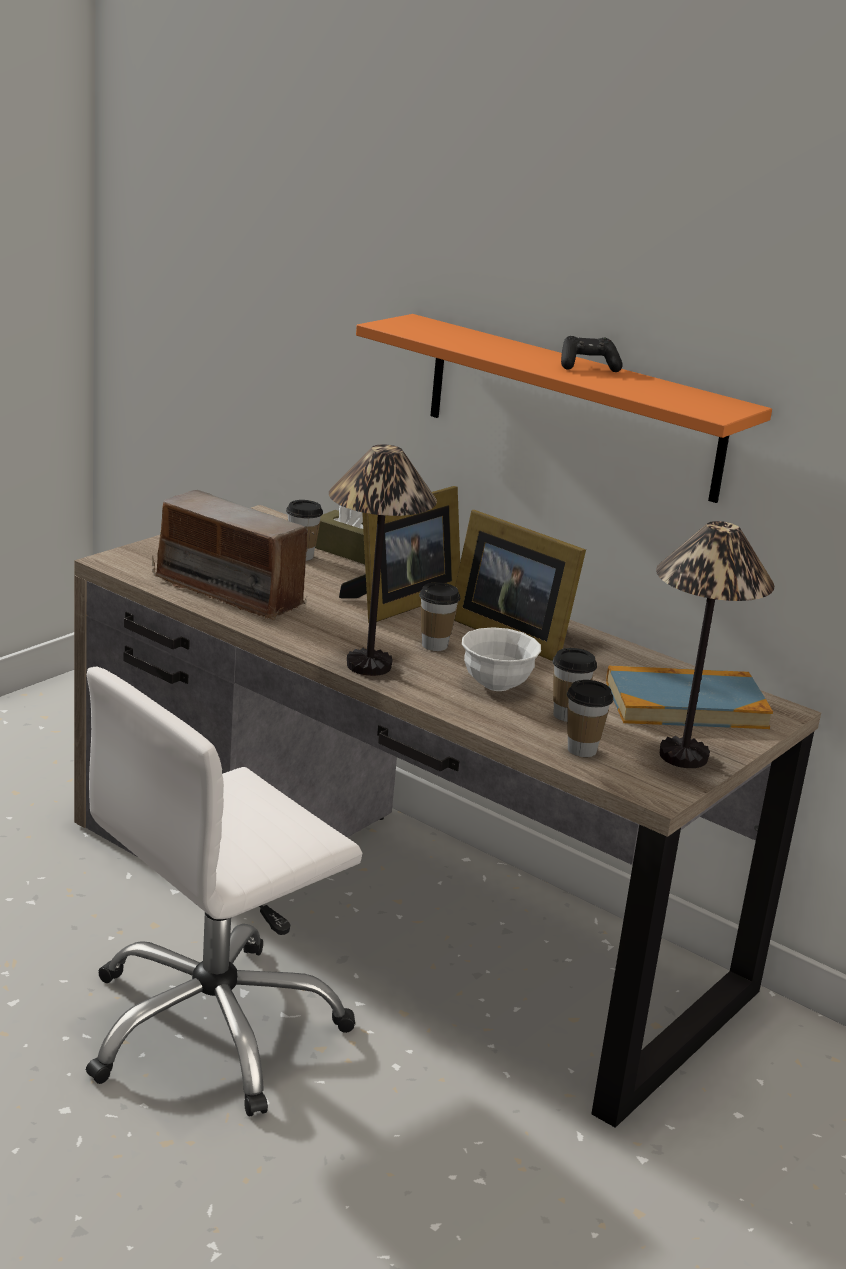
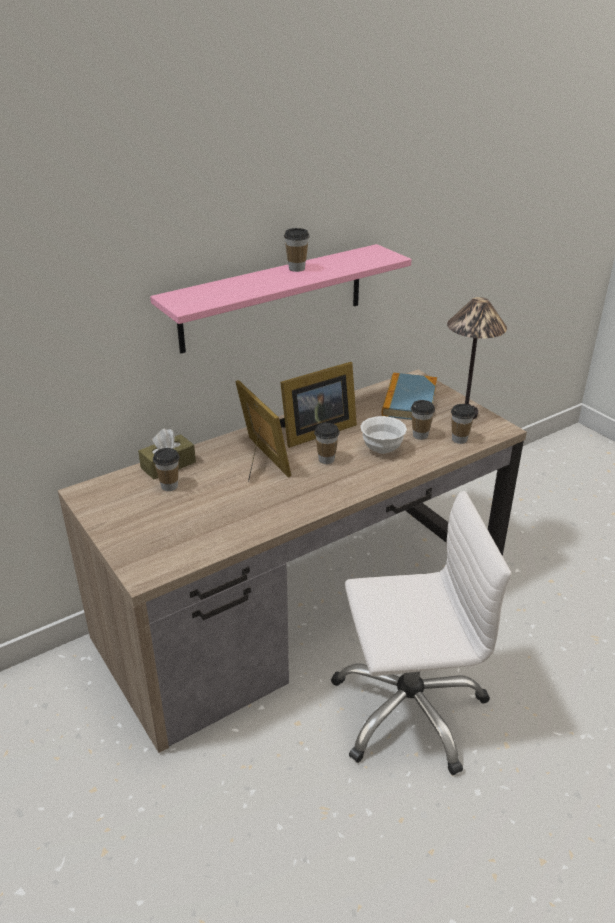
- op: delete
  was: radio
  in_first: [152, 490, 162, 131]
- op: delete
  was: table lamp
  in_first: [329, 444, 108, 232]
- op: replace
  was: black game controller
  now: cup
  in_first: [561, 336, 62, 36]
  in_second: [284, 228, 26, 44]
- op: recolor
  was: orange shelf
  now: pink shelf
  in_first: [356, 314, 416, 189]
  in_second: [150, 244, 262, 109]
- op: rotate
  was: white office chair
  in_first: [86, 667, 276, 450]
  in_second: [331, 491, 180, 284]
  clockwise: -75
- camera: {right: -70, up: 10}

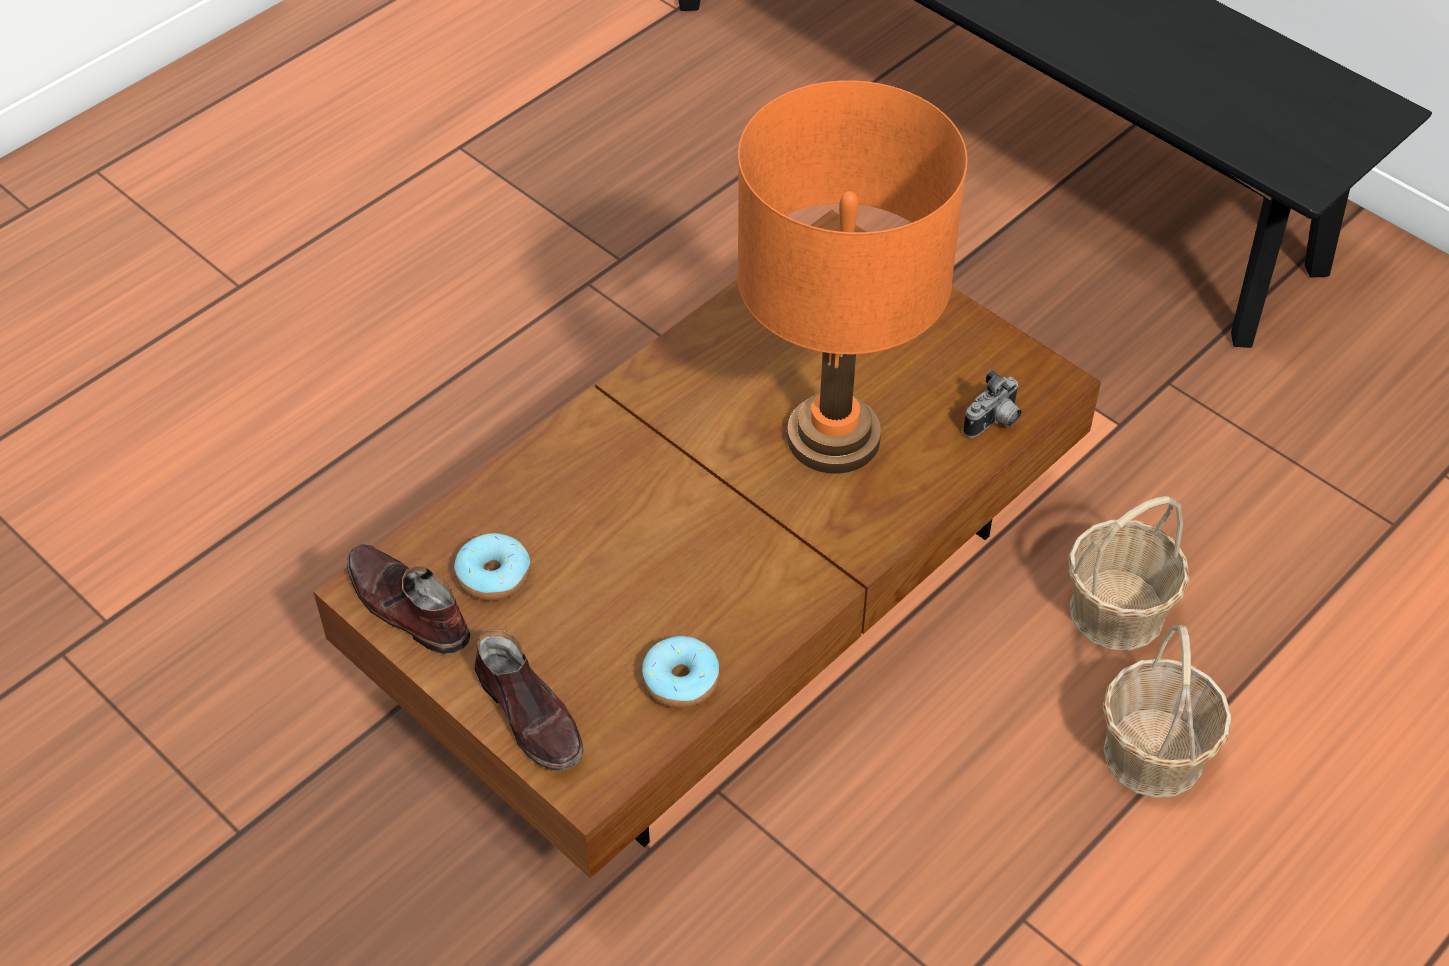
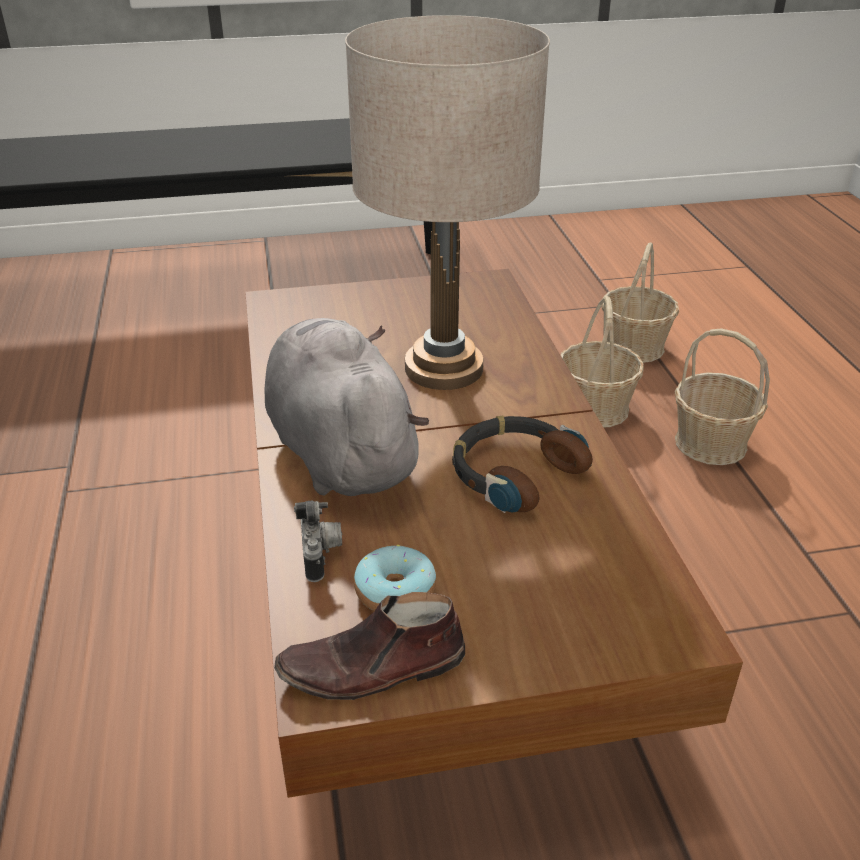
- op: delete
  was: brown shoe
  in_first: [475, 629, 108, 142]
- op: delete
  was: donut
  in_first: [642, 636, 78, 72]
- op: insert
  now: grey plush toy
  in_second: [265, 318, 164, 178]
- op: insert
  now: headphones
  in_second: [452, 416, 141, 97]
- op: insert
  now: basket
  in_second: [602, 243, 77, 120]
- op: move
  was: photo camera
  in_first: [963, 370, 58, 68]
  in_second: [294, 501, 48, 81]
- op: recolor
  was: orange table lamp
  now: beige table lamp
  in_first: [737, 80, 231, 394]
  in_second: [345, 15, 205, 375]
- camera: {right: -55, up: -15}

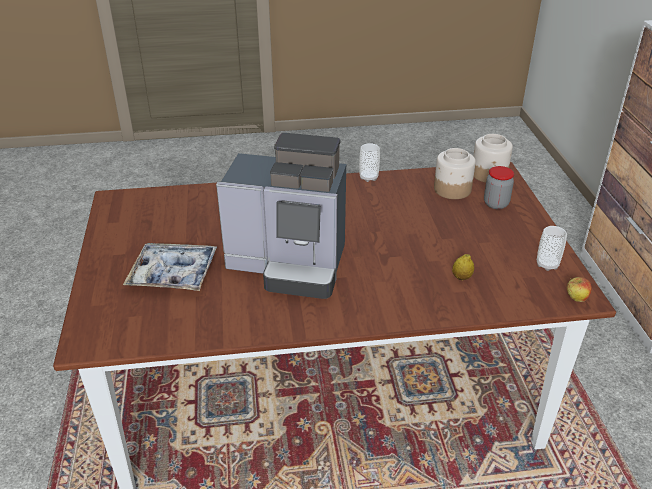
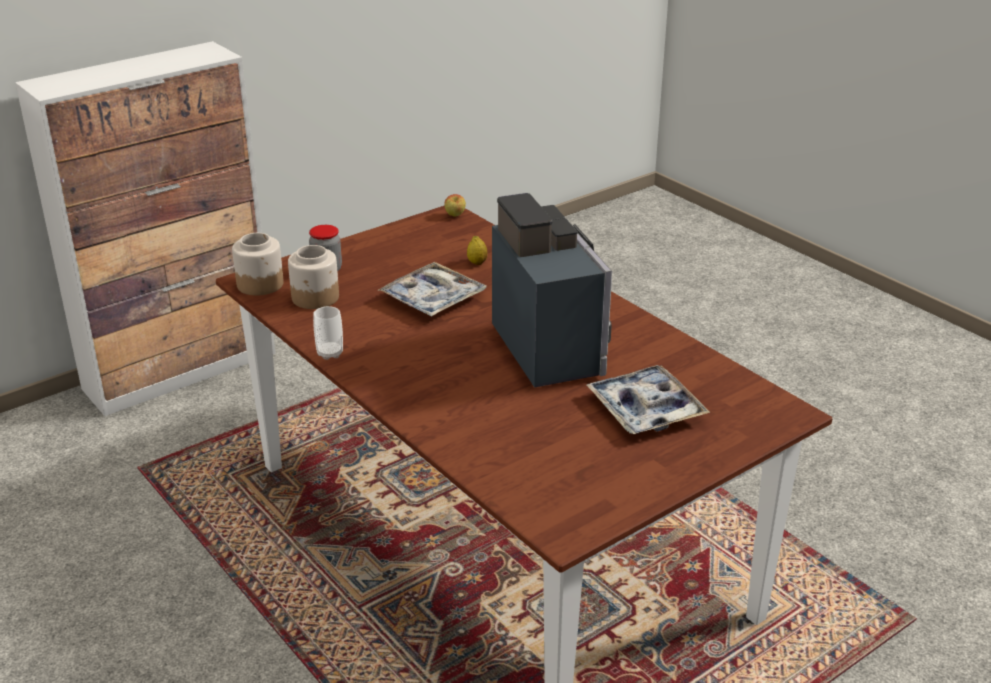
- op: delete
  was: cup
  in_first: [537, 226, 30, 45]
- op: insert
  now: tray
  in_second: [378, 262, 108, 55]
- camera: {right: -120, up: -5}

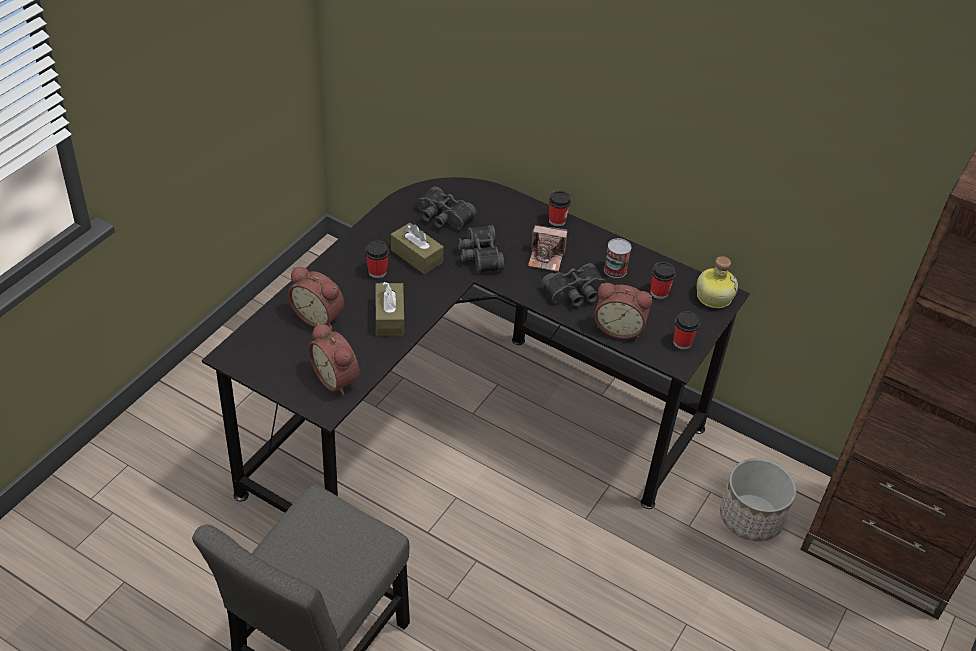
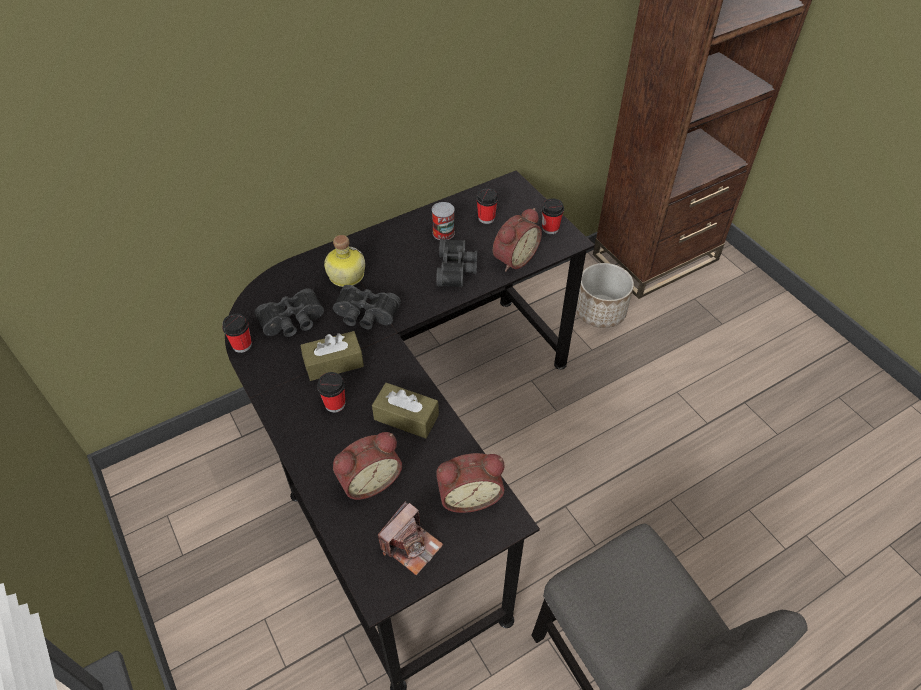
- op: move
  was: photo camera
  in_first: [528, 225, 40, 47]
  in_second: [378, 501, 65, 74]
- op: move
  was: cup
  in_first: [549, 190, 22, 36]
  in_second: [222, 314, 30, 39]
- op: move
  was: bottle
  in_first: [697, 256, 41, 52]
  in_second: [324, 235, 41, 52]
- camera: {right: -60, up: 5}

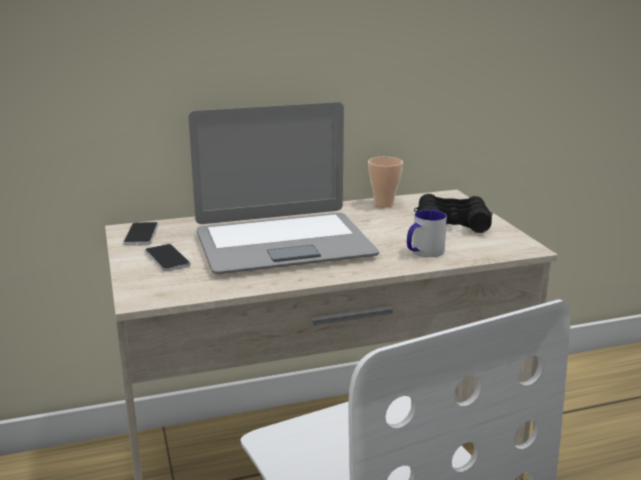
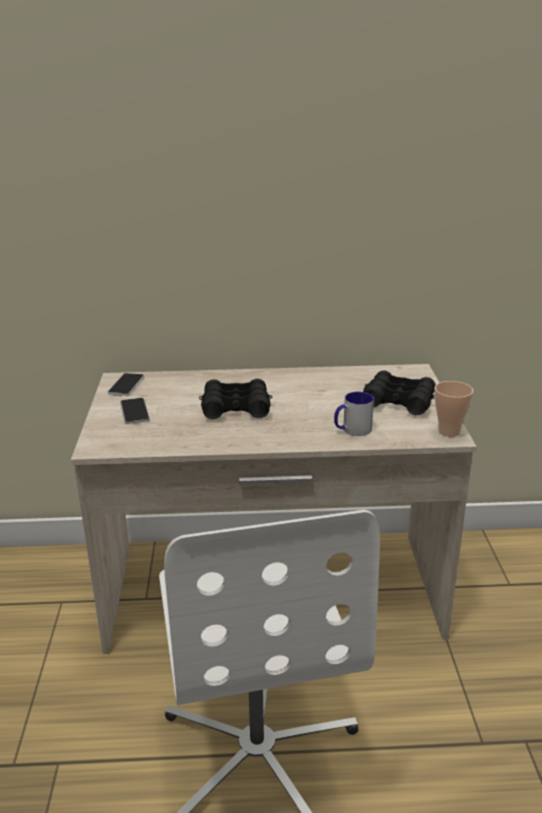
- op: move
  was: cup
  in_first: [368, 157, 35, 50]
  in_second: [434, 381, 40, 56]
- op: replace
  was: laptop
  now: black binoculars
  in_first: [189, 102, 190, 172]
  in_second: [199, 379, 73, 40]
- camera: {right: 15, up: 5}

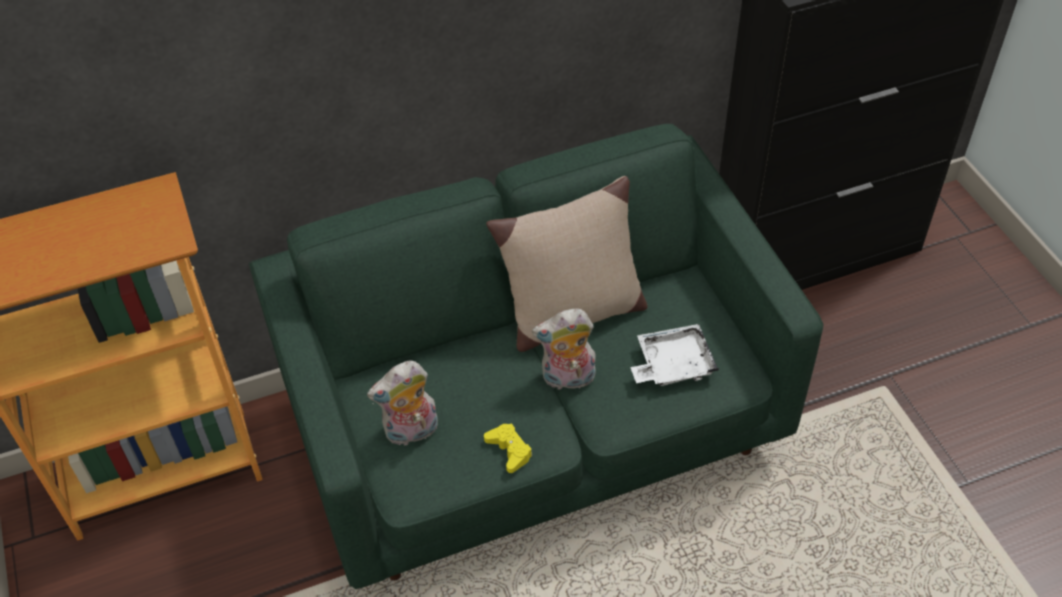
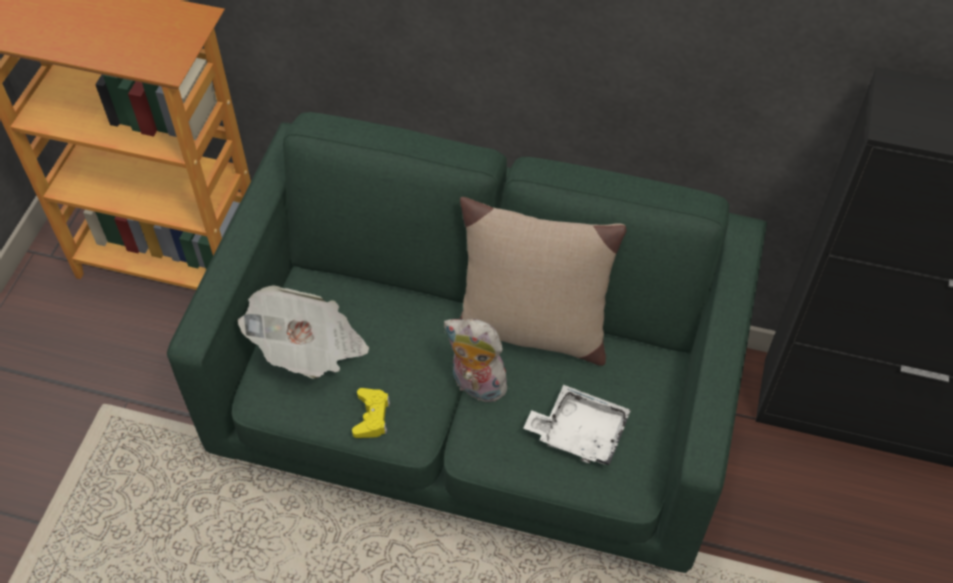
- op: replace
  was: plush toy
  now: newspaper
  in_first: [367, 361, 71, 85]
  in_second: [238, 285, 131, 94]
- camera: {right: 35, up: 5}

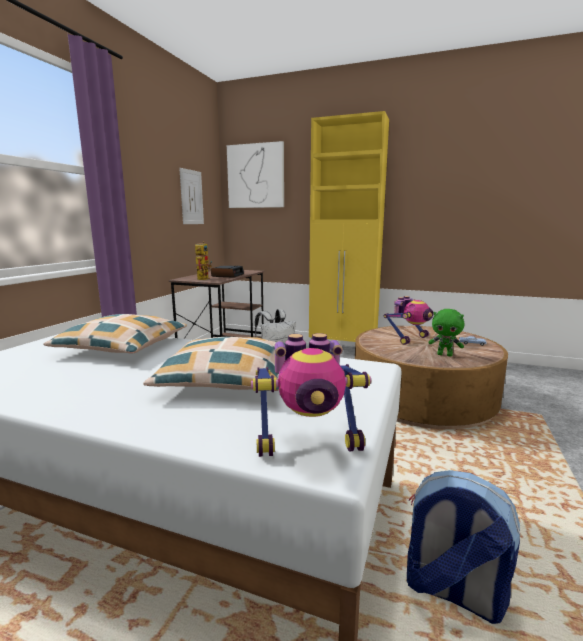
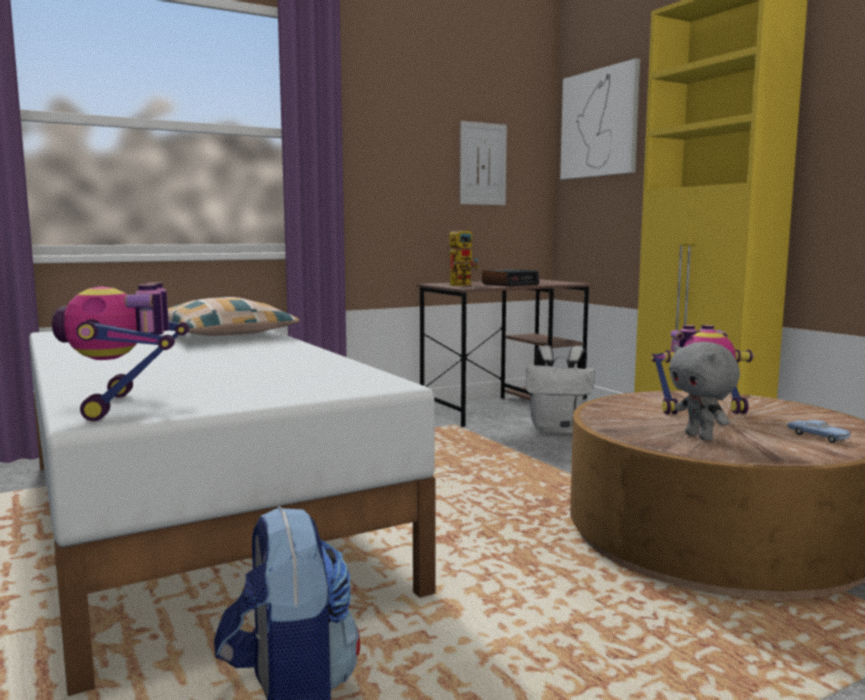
- op: delete
  was: pillow
  in_first: [143, 337, 142, 54]
- op: recolor
  was: green plush toy
  now: grey plush toy
  in_first: [428, 309, 37, 48]
  in_second: [669, 342, 71, 99]
- op: rotate
  was: toy robot
  in_first: [251, 333, 120, 124]
  in_second: [52, 282, 137, 139]
  clockwise: 45
- camera: {right: 40, up: -5}

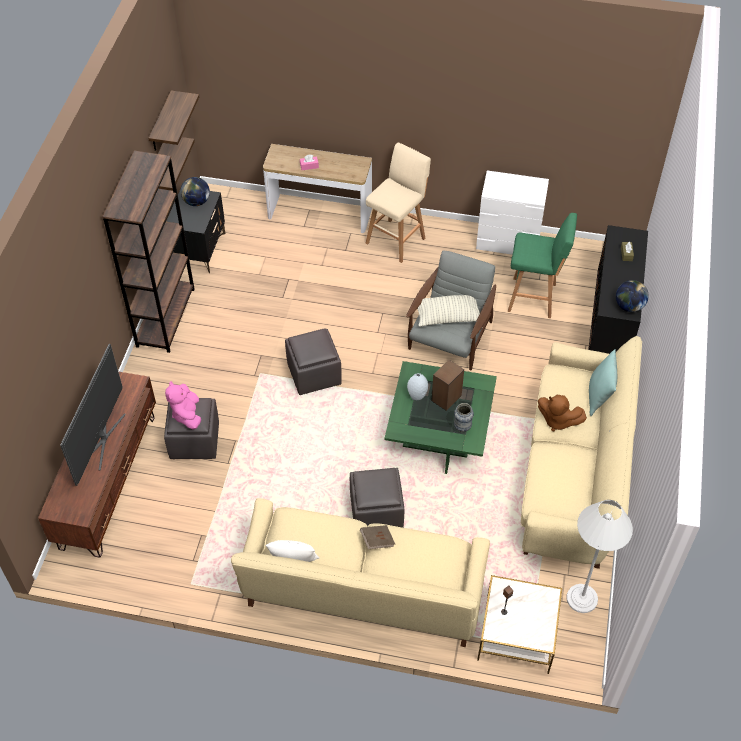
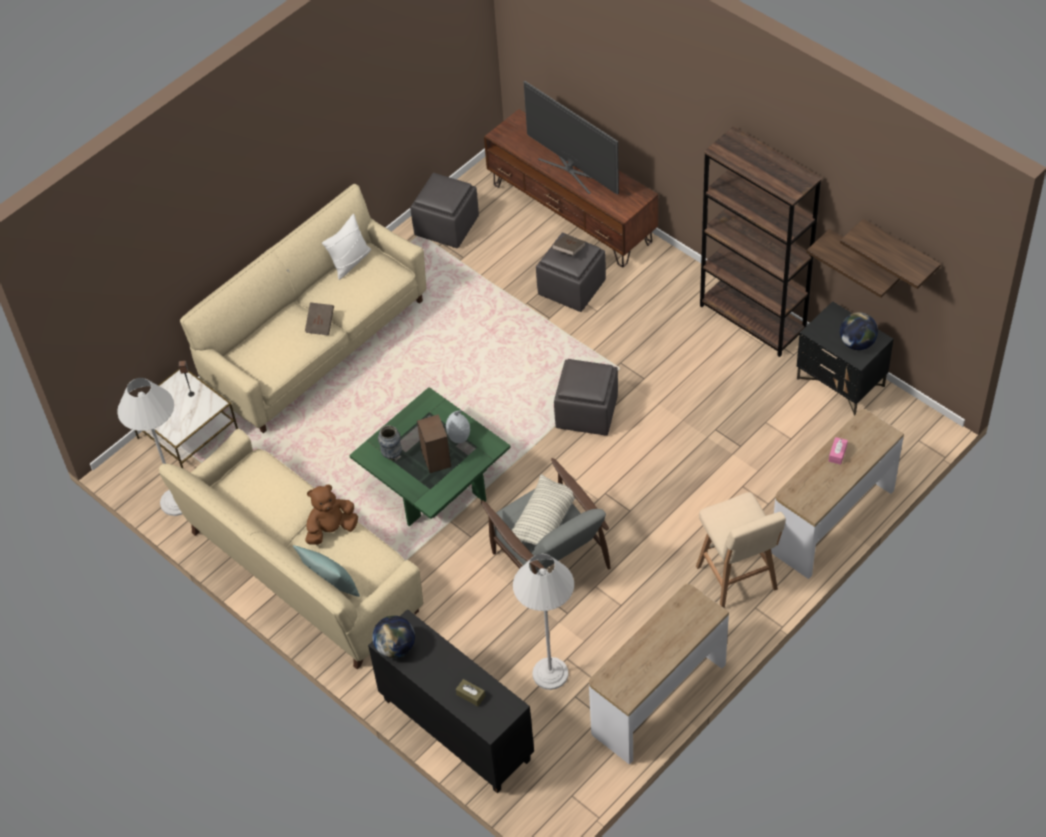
- op: move
  was: grey ottoman
  in_first: [350, 468, 54, 60]
  in_second: [410, 173, 69, 75]
- op: replace
  was: pink plush toy
  now: brown book
  in_first: [165, 381, 36, 48]
  in_second: [552, 235, 34, 21]
- op: replace
  was: white dresser
  now: console table
  in_first: [476, 170, 73, 85]
  in_second: [589, 584, 140, 180]
- op: replace
  was: green stool
  now: white floor lamp
  in_first: [508, 213, 69, 105]
  in_second: [513, 553, 61, 137]
- camera: {right: 125, up: 0}

